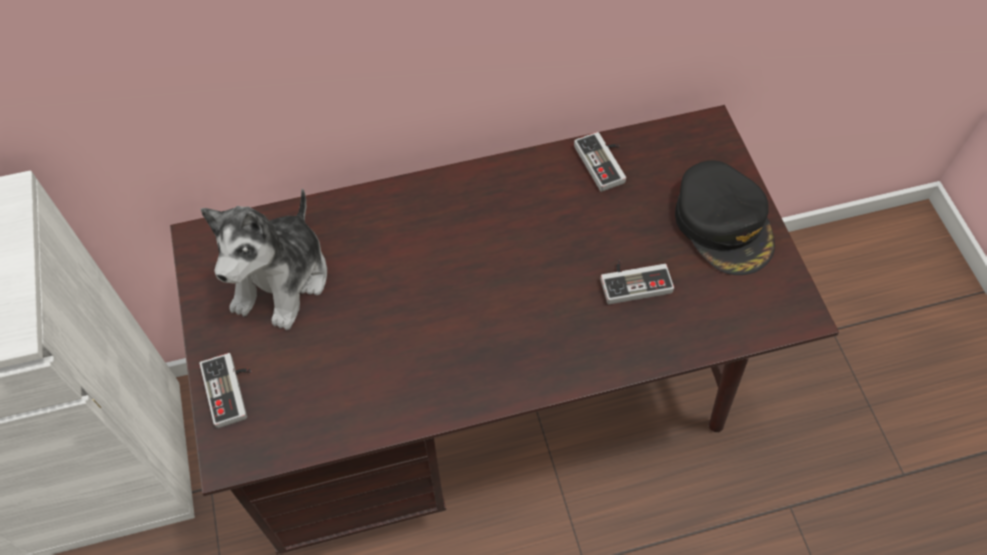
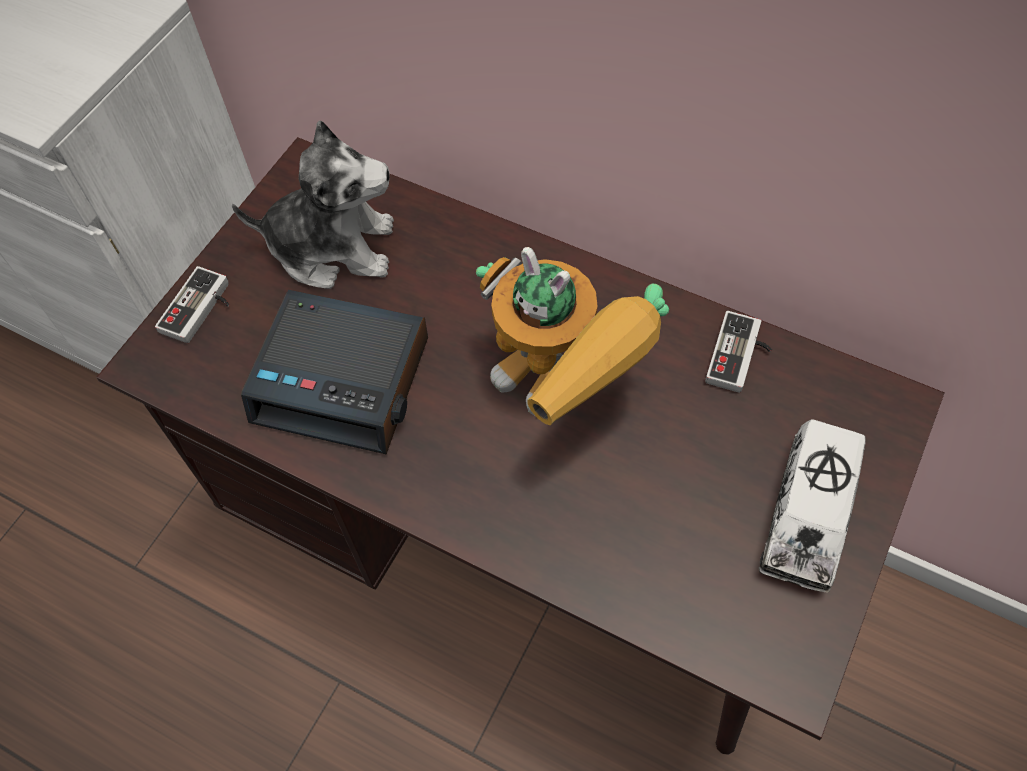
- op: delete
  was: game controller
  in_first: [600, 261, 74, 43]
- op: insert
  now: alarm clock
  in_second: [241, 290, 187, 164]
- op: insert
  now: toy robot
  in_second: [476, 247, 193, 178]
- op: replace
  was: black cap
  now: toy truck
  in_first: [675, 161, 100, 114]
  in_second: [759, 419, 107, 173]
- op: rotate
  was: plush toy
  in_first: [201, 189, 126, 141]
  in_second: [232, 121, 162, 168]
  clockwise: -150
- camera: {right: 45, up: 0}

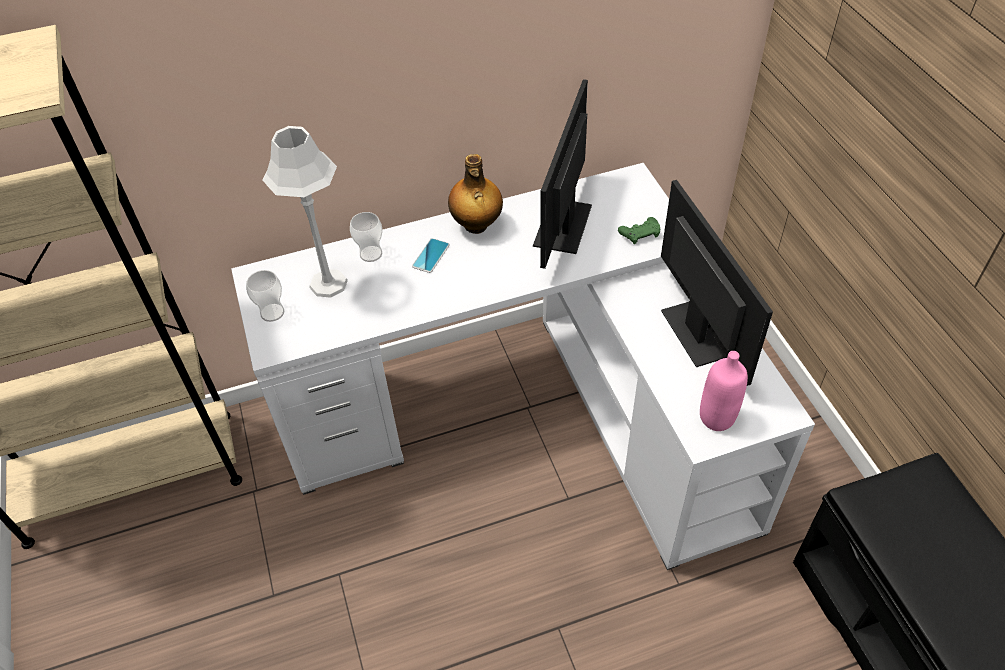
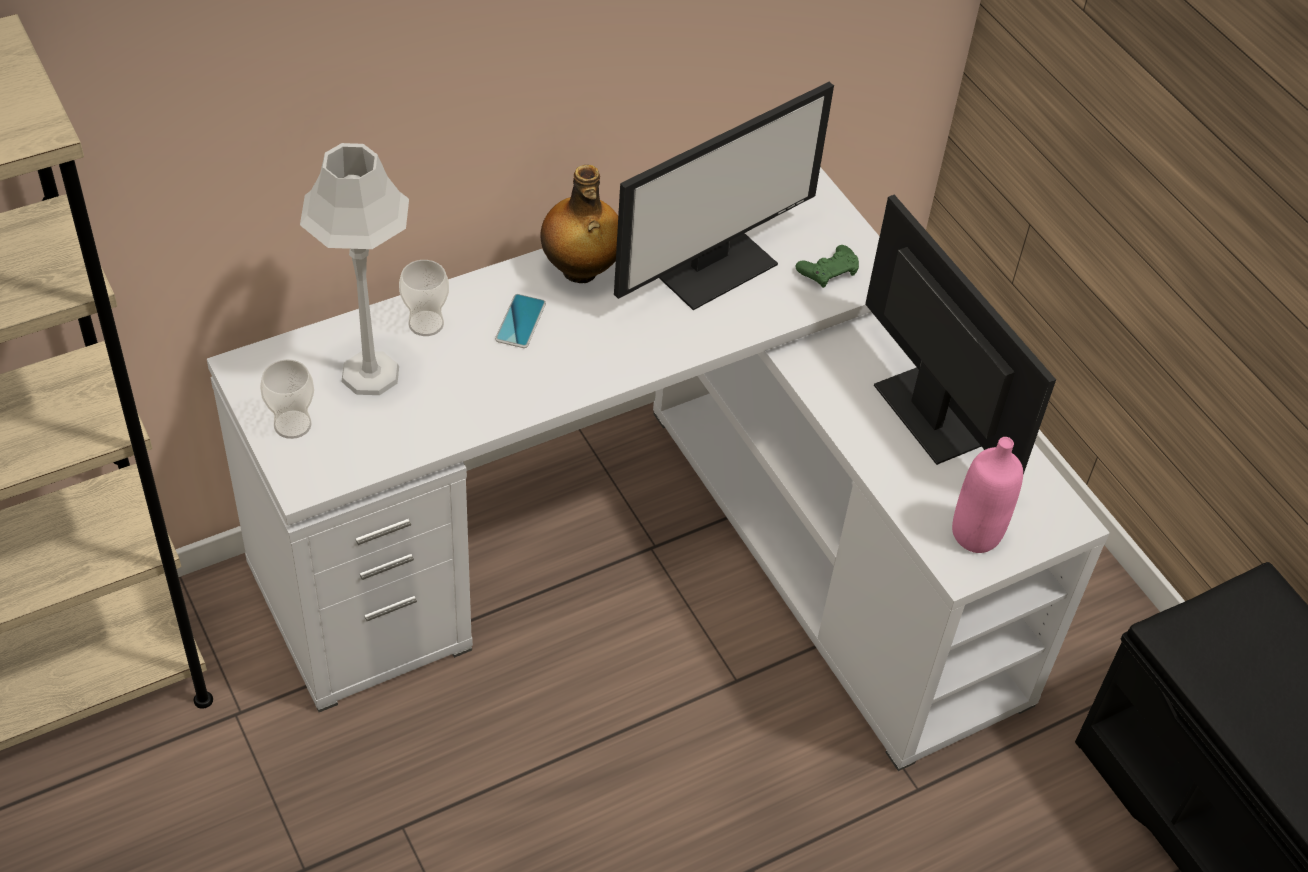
- op: rotate
  was: monitor
  in_first: [533, 79, 59, 190]
  in_second: [614, 82, 220, 228]
  clockwise: -135
- camera: {right: -15, up: 0}

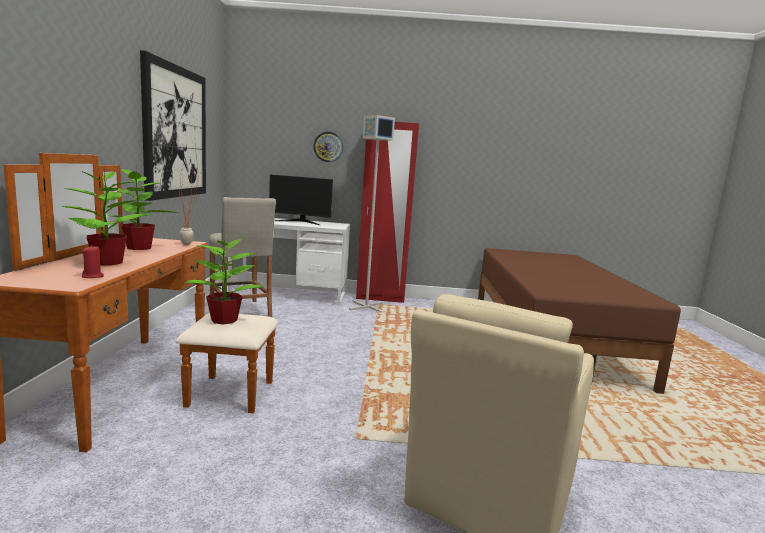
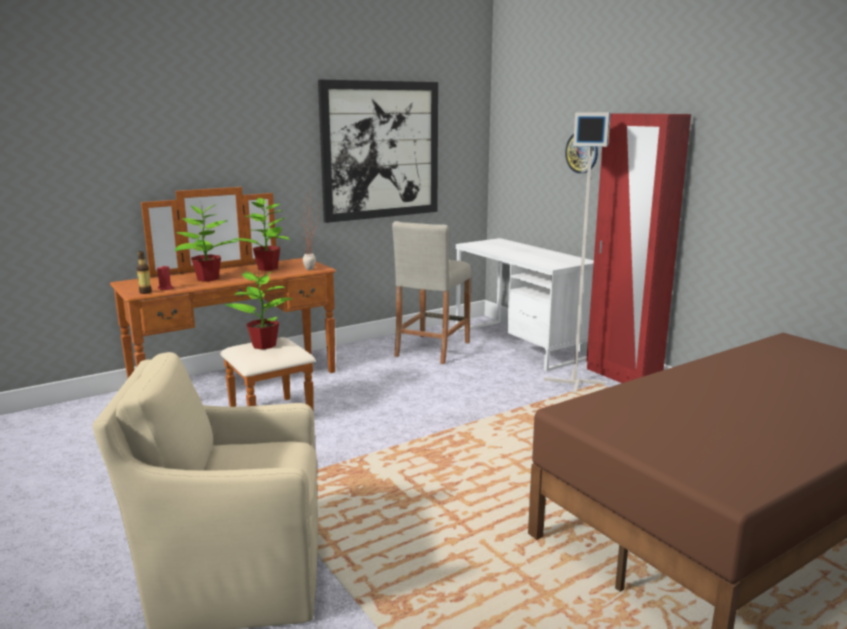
- op: delete
  was: monitor
  in_first: [269, 175, 64, 50]
- op: insert
  now: bottle
  in_second: [137, 251, 15, 43]
- camera: {right: 55, up: 5}

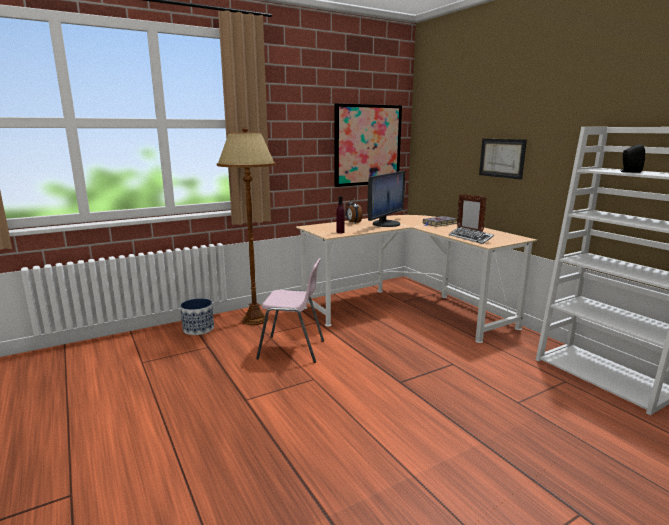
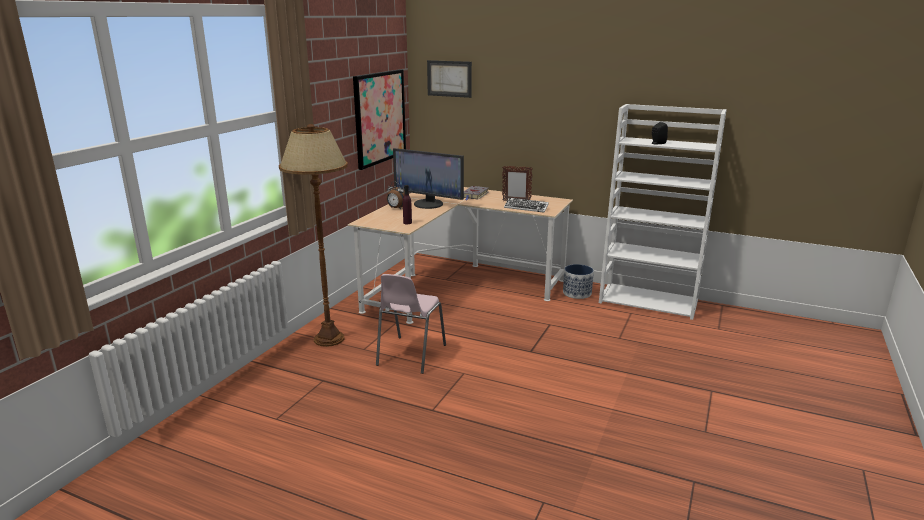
- op: move
  was: planter
  in_first: [180, 298, 34, 37]
  in_second: [563, 264, 31, 35]
- op: move
  was: picture
  in_first: [479, 139, 48, 40]
  in_second: [427, 60, 45, 38]
- op: rotate
  was: pink chair
  in_first: [256, 258, 68, 105]
  in_second: [376, 274, 70, 100]
  clockwise: 135
- op: rotate
  was: monitor
  in_first: [367, 171, 38, 56]
  in_second: [393, 148, 71, 61]
  clockwise: 120
- camera: {right: -35, up: 5}

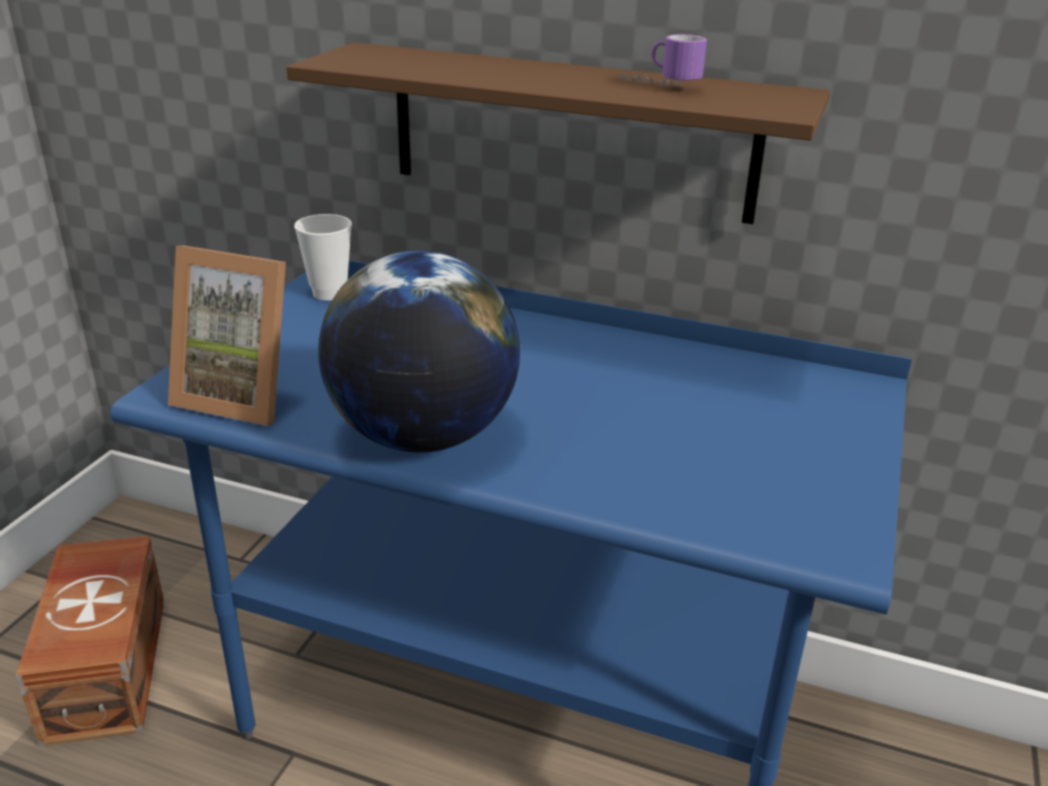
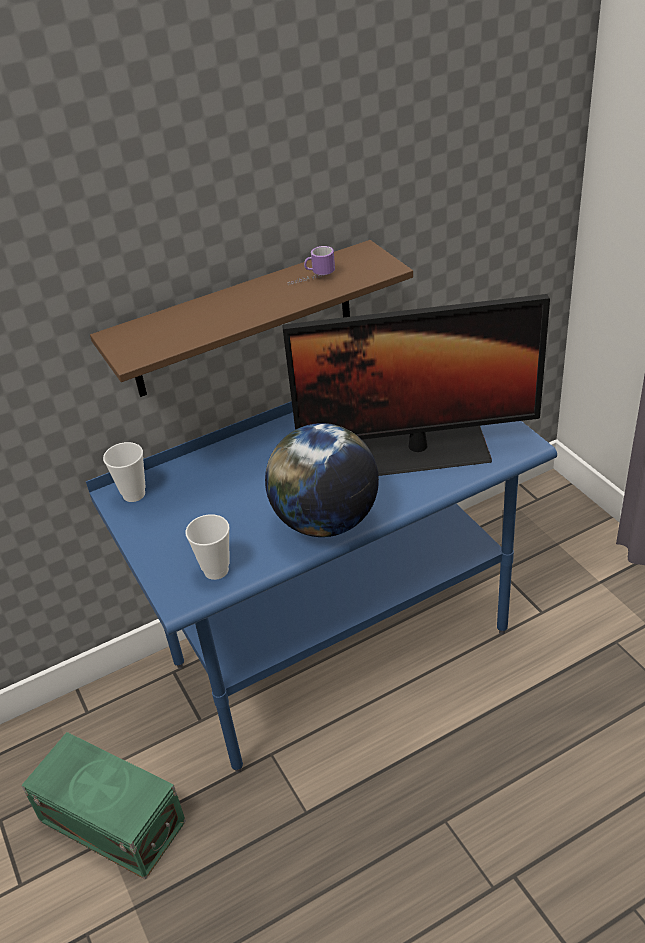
- op: insert
  now: monitor
  in_second: [282, 294, 268, 182]
- op: replace
  was: picture frame
  now: cup
  in_first: [168, 245, 118, 181]
  in_second: [185, 514, 45, 66]
- op: recolor
  was: brown storage box
  now: green storage box
  in_first: [16, 536, 148, 210]
  in_second: [21, 732, 165, 148]
- camera: {right: -45, up: 10}

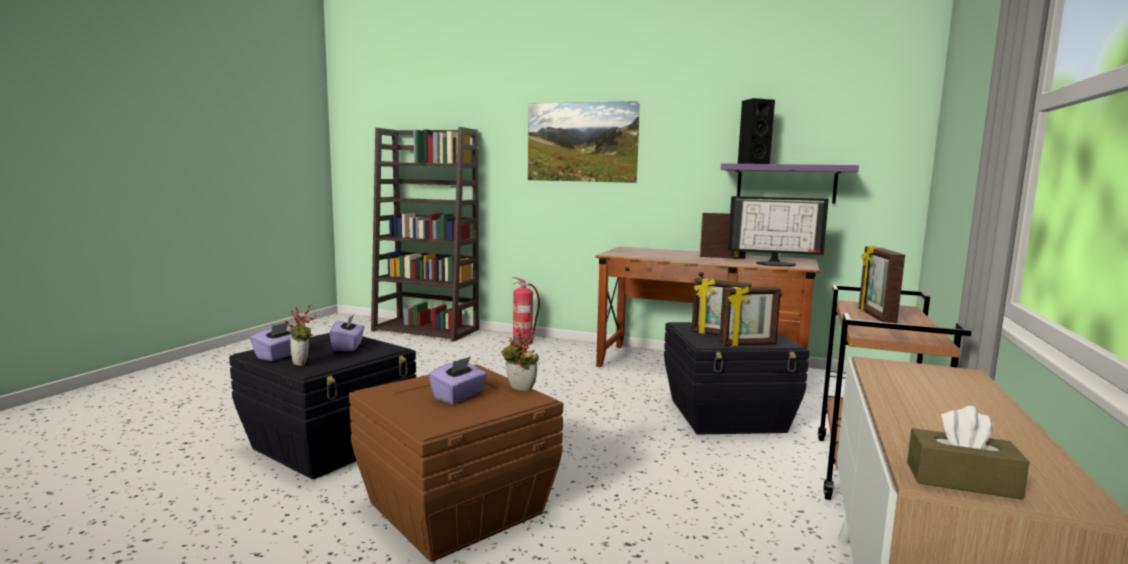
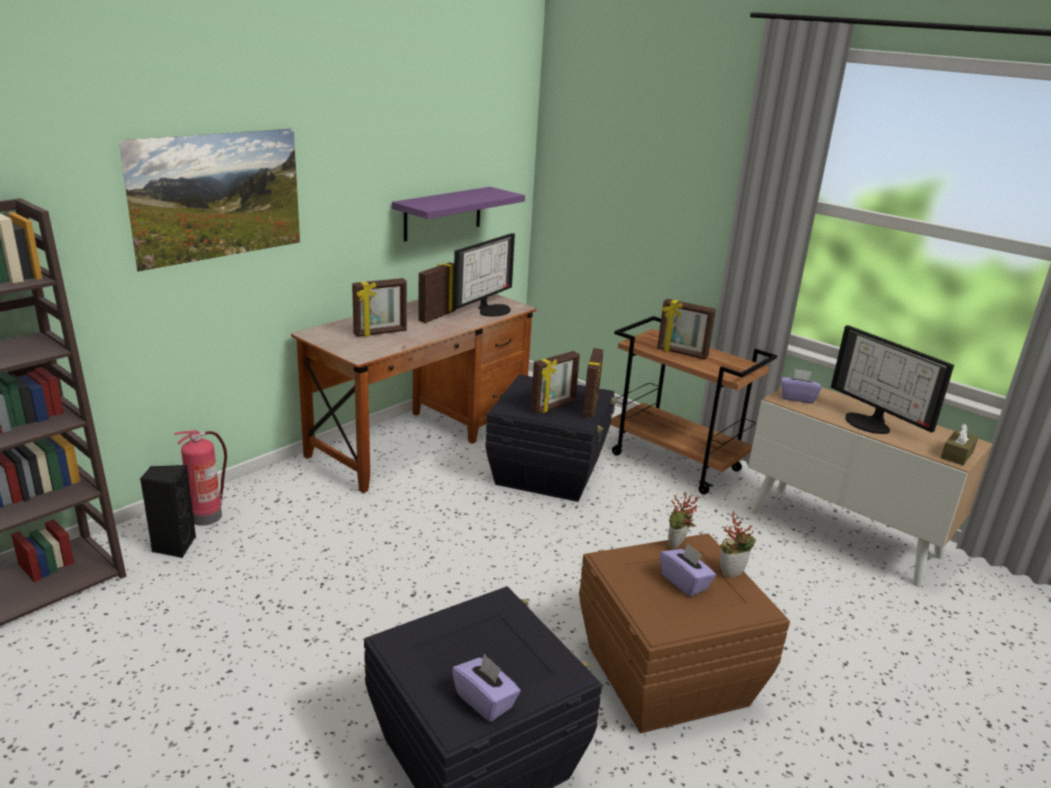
- op: insert
  now: picture frame
  in_second: [352, 278, 55, 59]
- op: insert
  now: monitor
  in_second: [831, 325, 123, 109]
- op: move
  was: potted plant
  in_first: [285, 304, 32, 62]
  in_second: [720, 511, 36, 67]
- op: move
  was: purple tissue box
  in_first: [330, 315, 35, 36]
  in_second: [781, 369, 40, 35]
- op: move
  was: black speaker
  in_first: [738, 98, 37, 66]
  in_second: [140, 465, 56, 93]
- camera: {right: -70, up: 15}

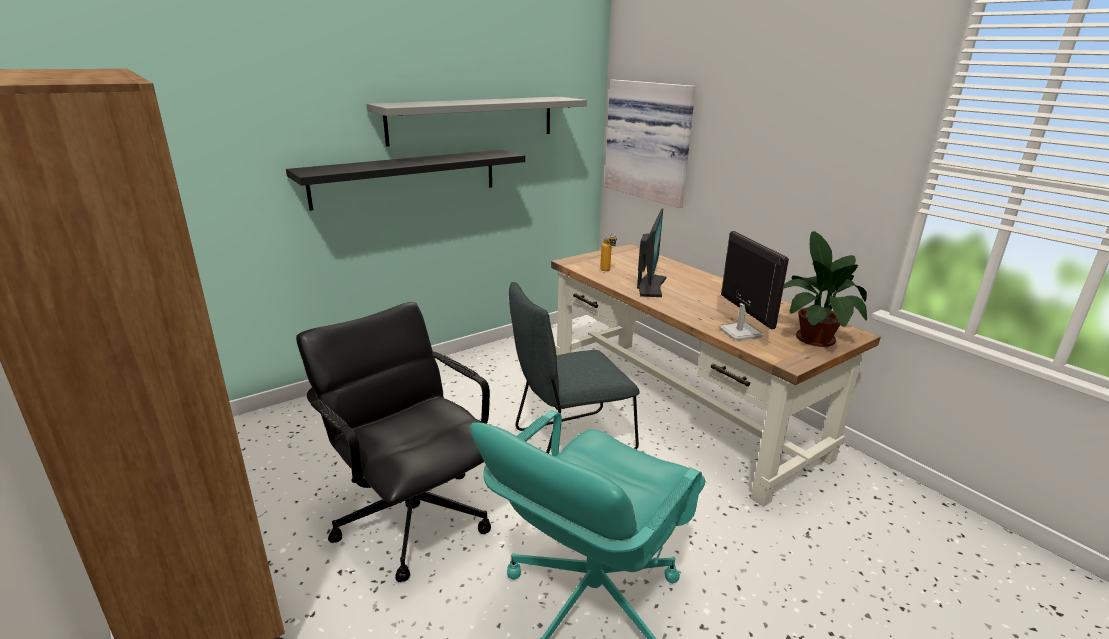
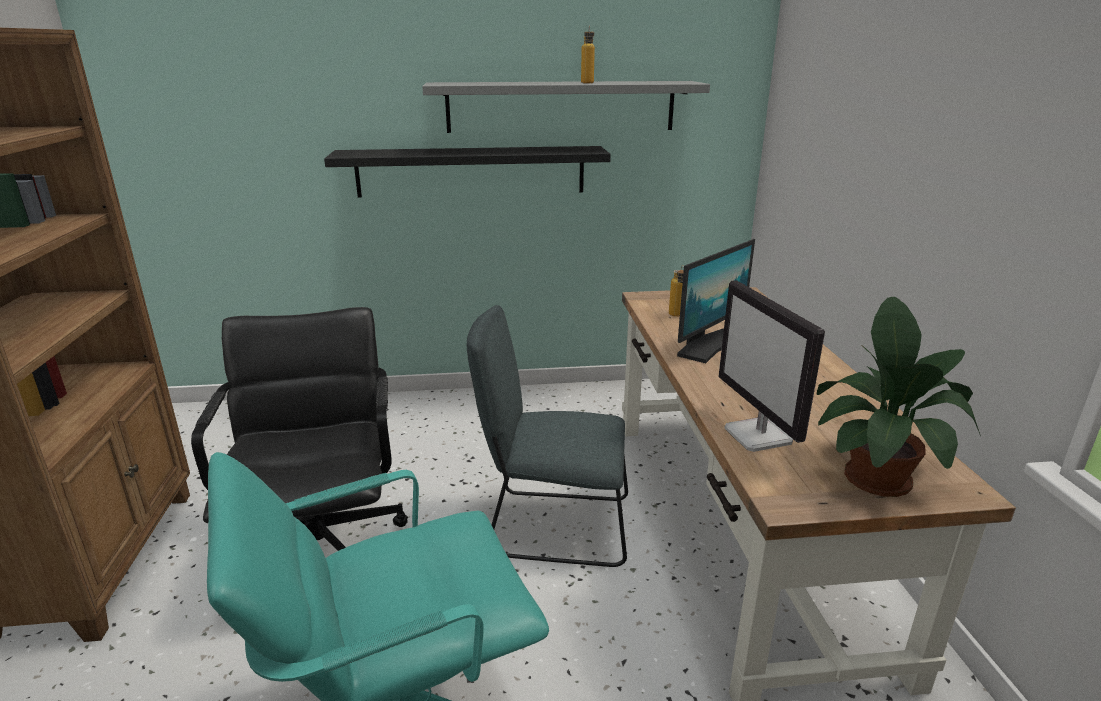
- op: delete
  was: picture
  in_first: [604, 79, 92, 129]
- op: insert
  now: bottle
  in_second: [581, 25, 14, 58]
- op: rotate
  was: monitor
  in_first: [719, 231, 70, 110]
  in_second: [718, 280, 107, 172]
  clockwise: 150
- camera: {right: 30, up: 0}

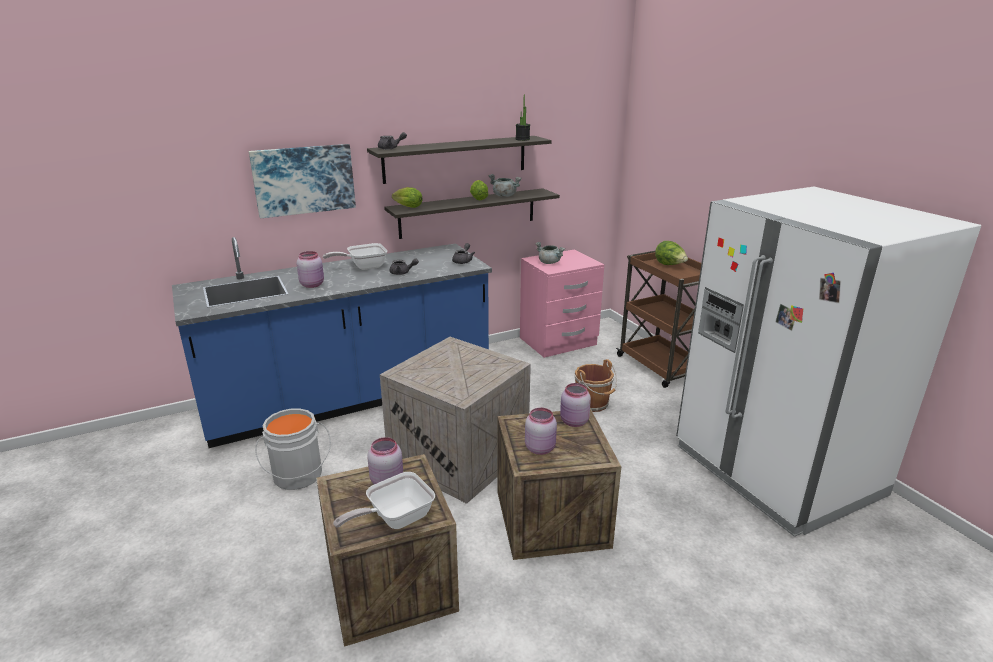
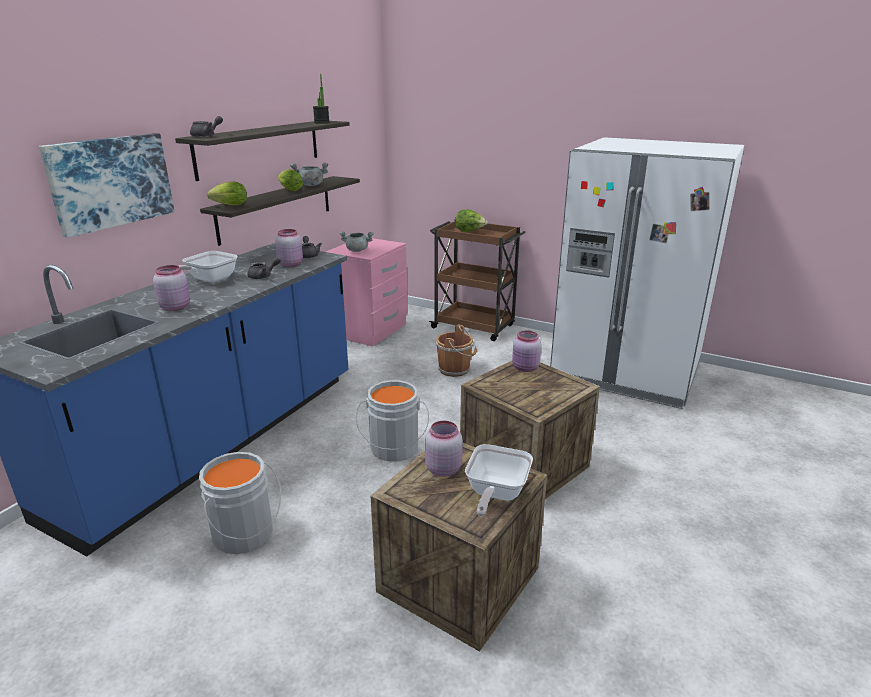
- op: move
  was: pink jar
  in_first: [525, 408, 32, 47]
  in_second: [275, 229, 28, 38]
- op: replace
  was: crate
  now: grey bucket
  in_first: [380, 337, 151, 167]
  in_second: [356, 380, 73, 81]
- camera: {right: -35, up: 0}

